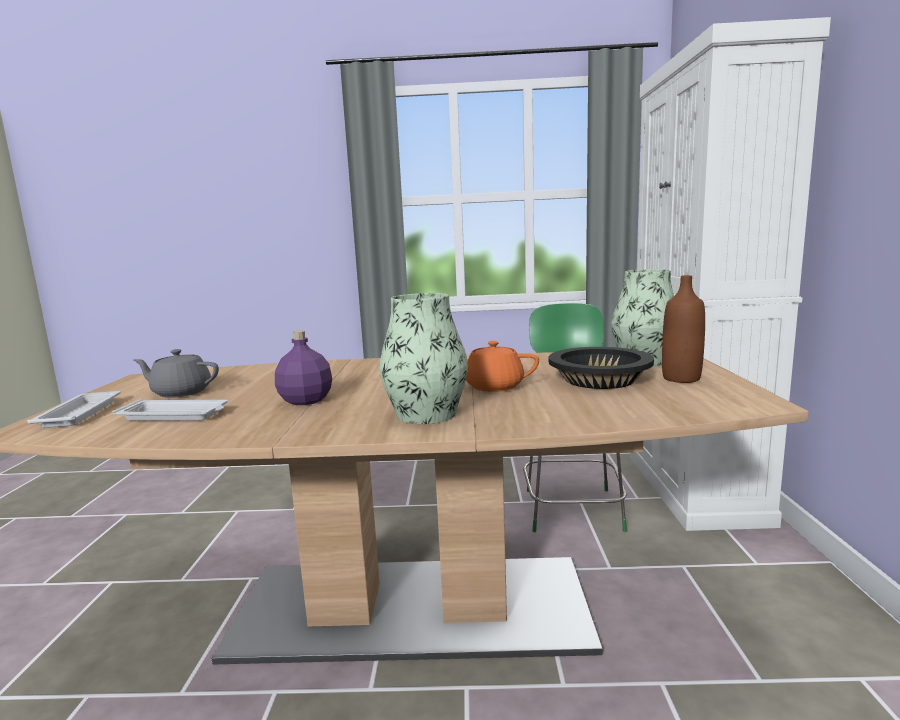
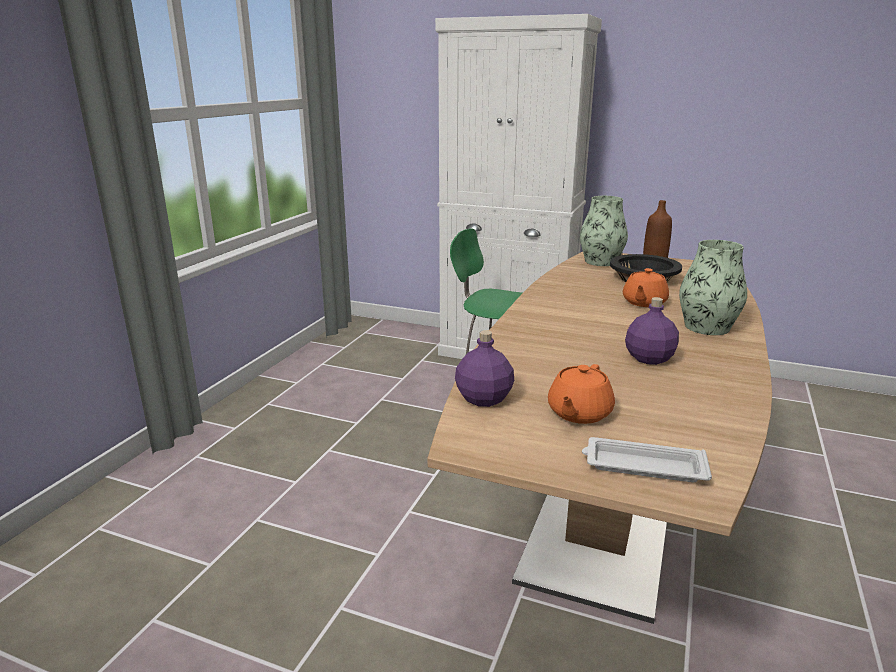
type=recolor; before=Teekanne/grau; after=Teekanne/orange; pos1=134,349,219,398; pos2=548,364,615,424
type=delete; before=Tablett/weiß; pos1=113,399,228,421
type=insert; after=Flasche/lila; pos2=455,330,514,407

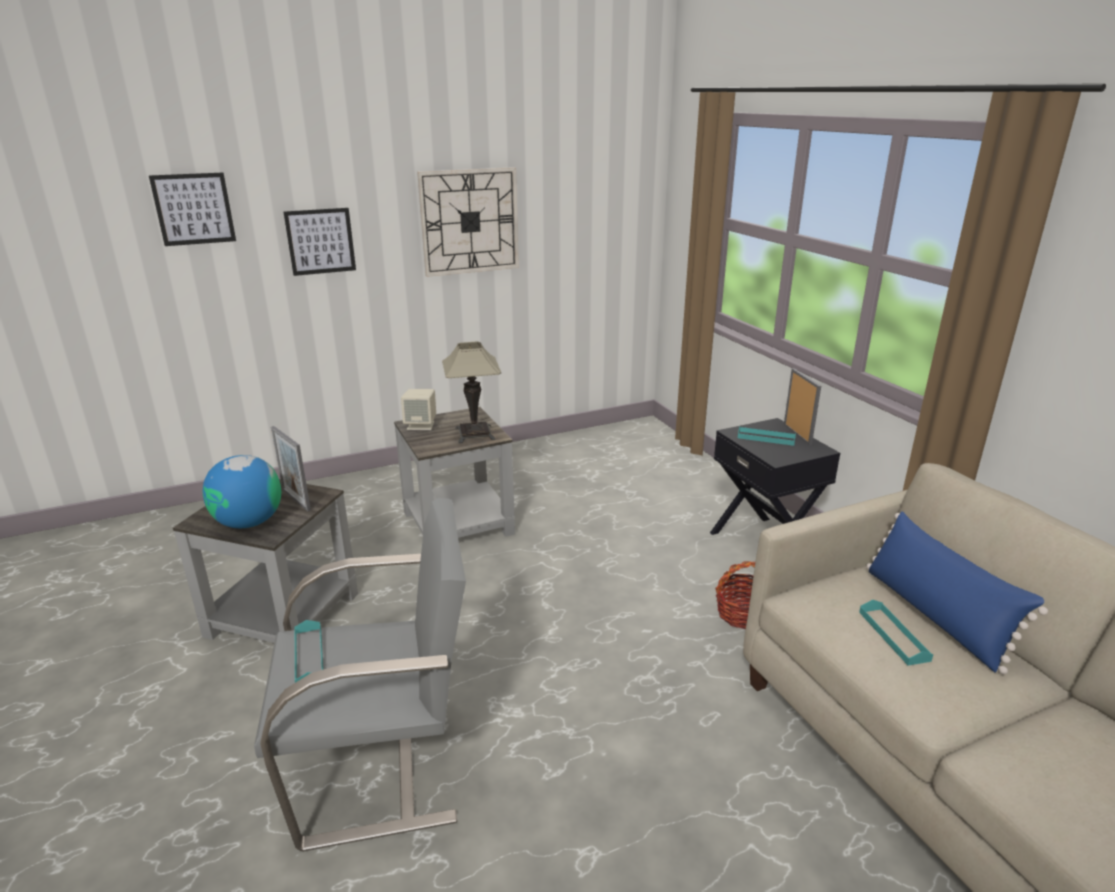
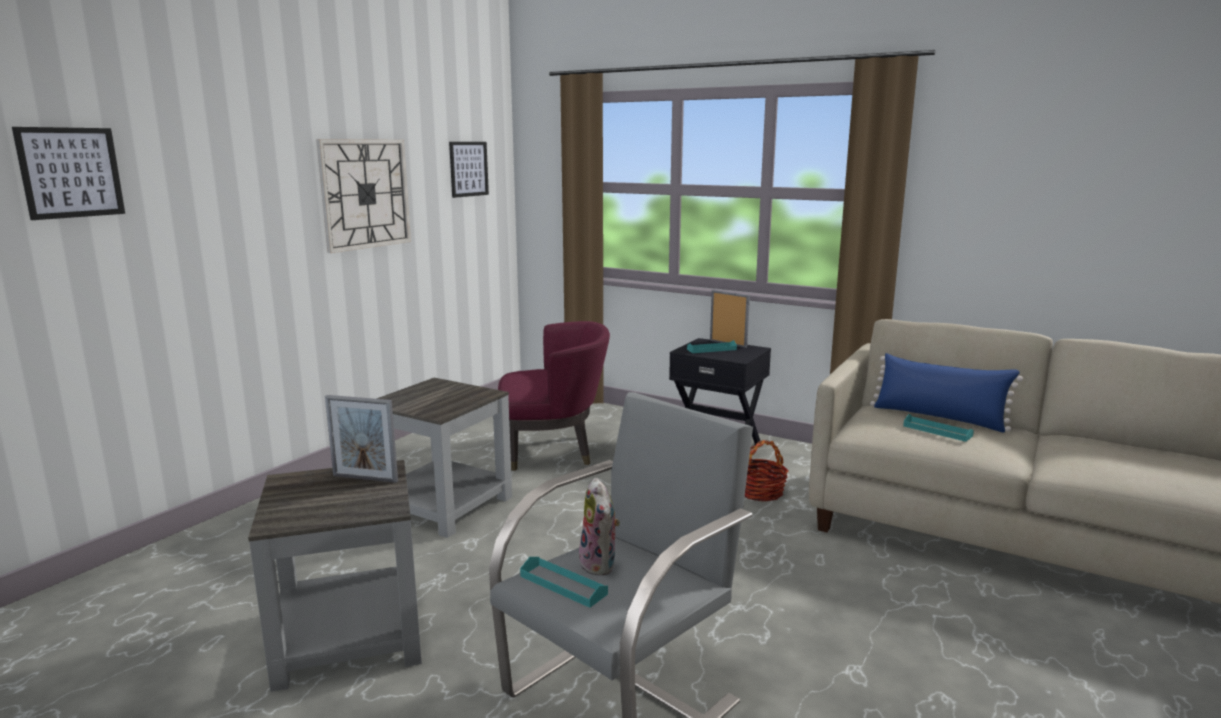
type=move; before=Bild; pos1=284,208,356,276; pos2=449,142,489,198
type=delete; before=Tischlampe; pos1=442,342,501,443
type=delete; before=Lautsprecher/beige; pos1=401,389,436,430
type=delete; before=Globus; pos1=203,455,281,528
type=insert; after=Sessel/lila; pos2=498,321,610,471
type=insert; after=Plüschtier; pos2=579,478,620,575

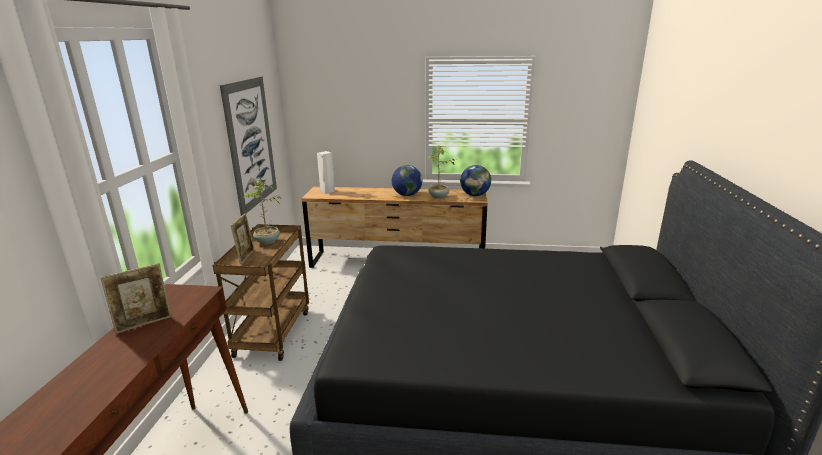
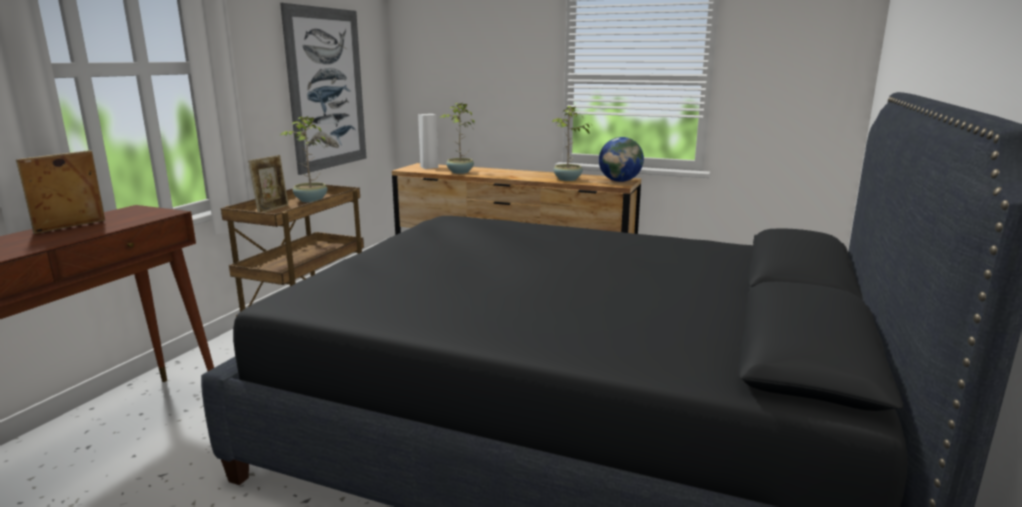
type=delete; before=Globus; pos1=392,165,422,196
type=rotate; before=Bilderrahmen; pos1=100,263,172,334; pos2=16,150,105,234; turn=150
type=insert; after=Topfpflanze; pos2=440,103,475,174

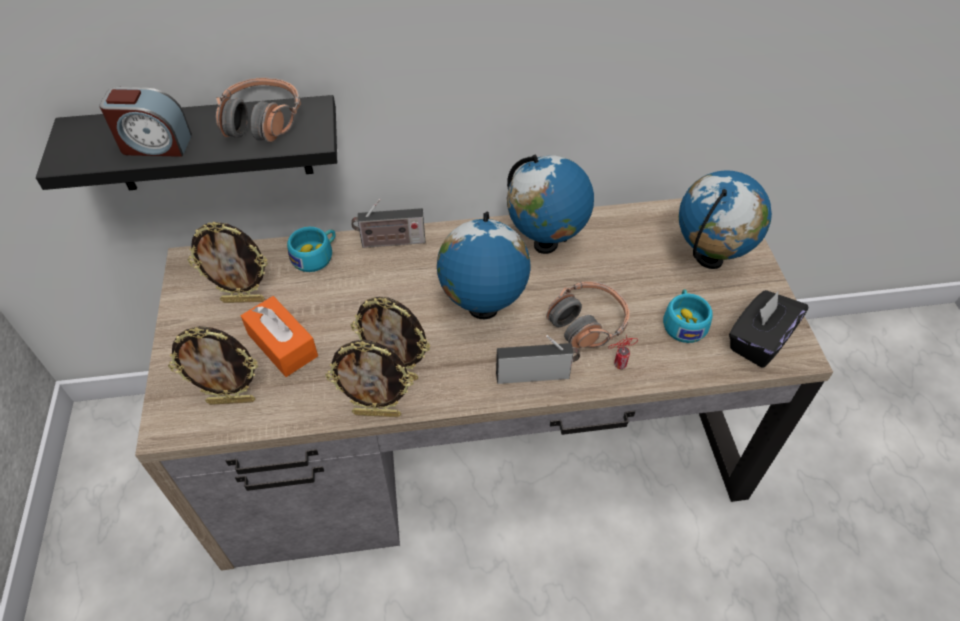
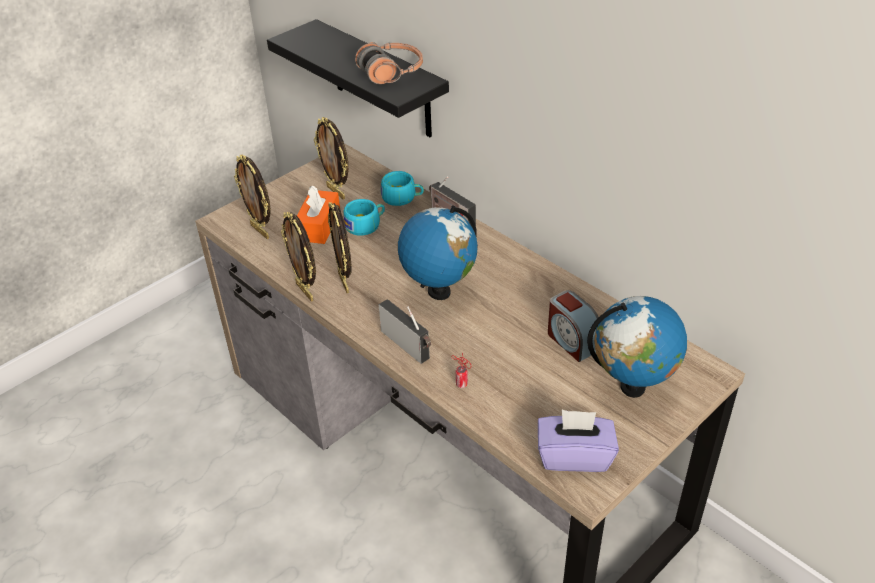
type=move; before=Wecker; pos1=99,87,192,157; pos2=548,290,599,362
type=delete; before=Globus; pos1=507,155,594,254
type=delete; before=Kopfhörer; pos1=546,281,630,348
type=move; before=Tasse/türkis; pos1=663,289,713,343; pos2=343,199,385,235
type=recolor; before=Taschentuchbox/schwarz; after=Taschentuchbox/lila; pos1=729,290,808,368; pos2=538,410,619,472

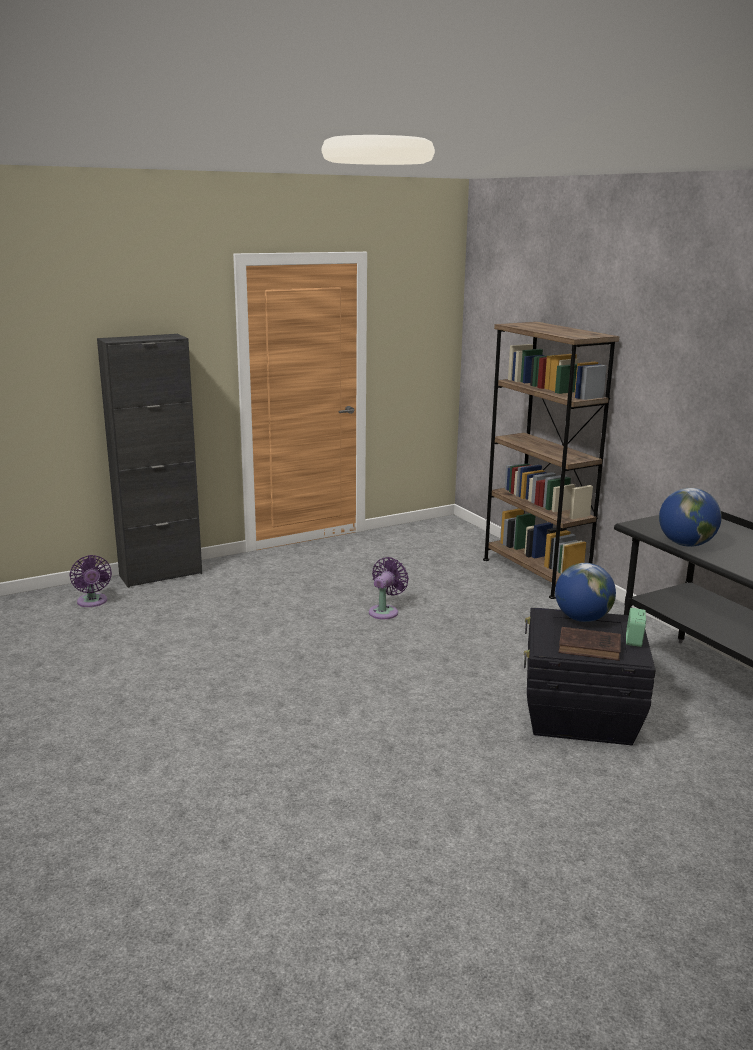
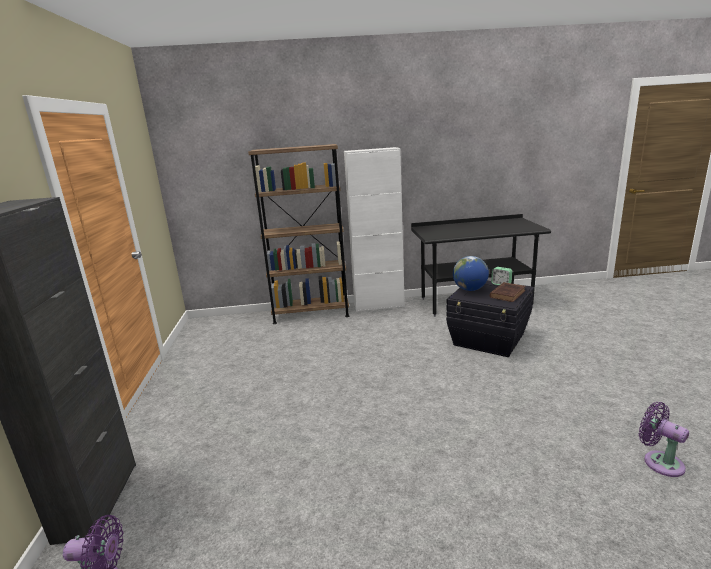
type=delete; before=Globus; pos1=659,488,722,547
type=move; before=Ventilator/lila; pos1=369,557,409,619; pos2=639,402,689,477
type=insert; after=Schrank/weiß; pos2=344,147,405,312

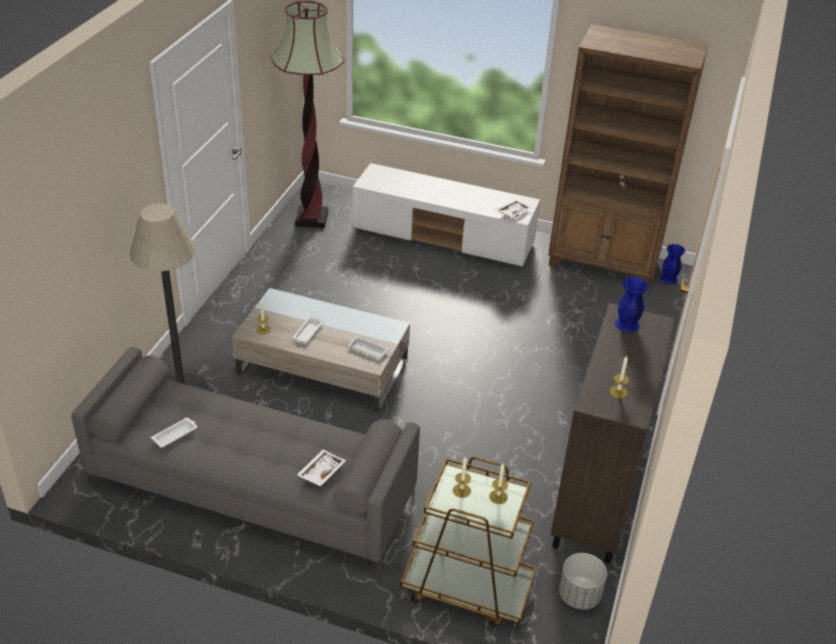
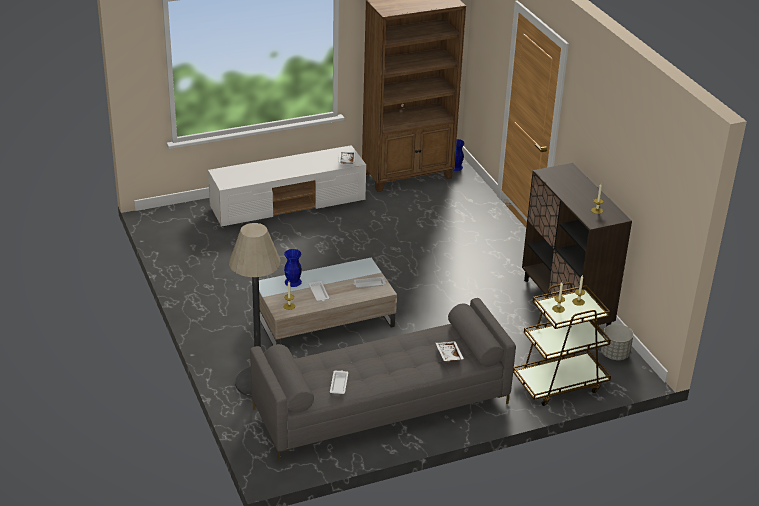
type=delete; before=Stehlampe; pos1=270,1,345,228
type=move; before=Vase/blau; pos1=615,277,649,333; pos2=284,249,302,287

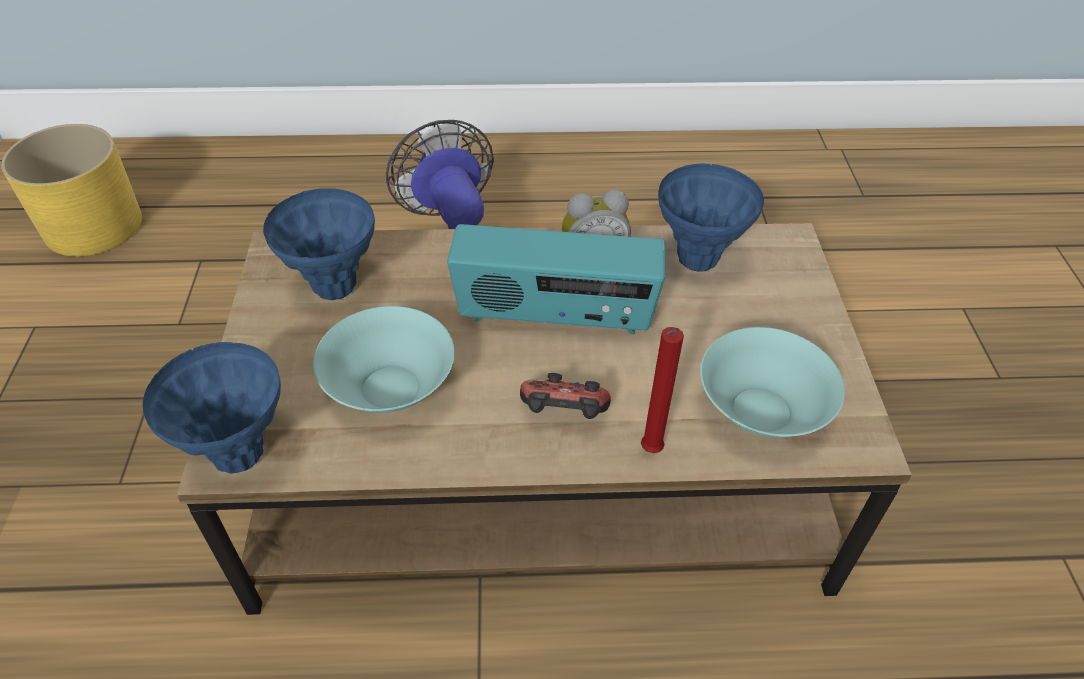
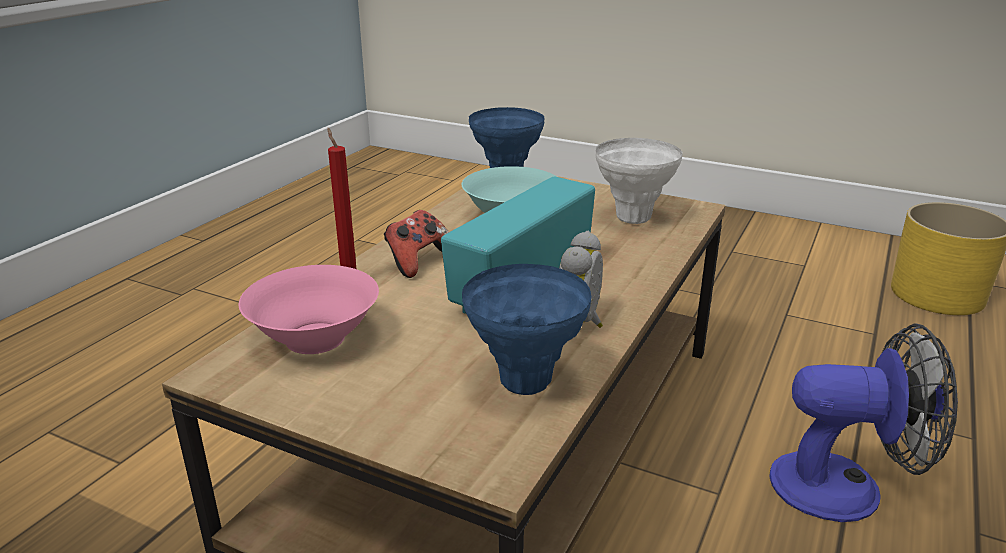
type=recolor; before=Vase/blau; after=Vase/weiß; pos1=263,188,375,300; pos2=595,138,682,224
type=recolor; before=Schüssel/türkis; after=Schüssel/rosa; pos1=700,327,845,438; pos2=239,265,379,354

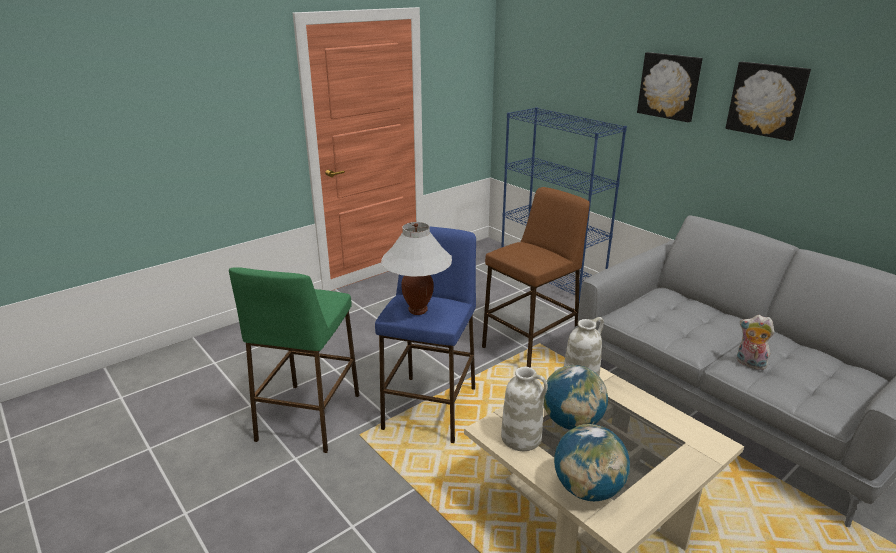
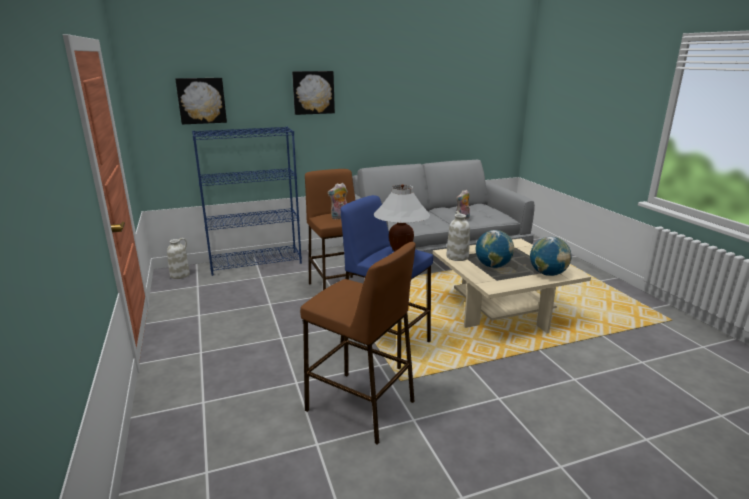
type=move; before=Bild; pos1=725,62,811,141; pos2=175,78,227,124
type=recolor; before=Hocker/grün; after=Hocker/braun; pos1=229,267,359,453; pos2=300,242,416,445
type=move; before=Vase/weiß; pos1=501,367,548,451; pos2=167,238,190,279
type=insert; after=Plüschtier; pos2=327,183,348,220

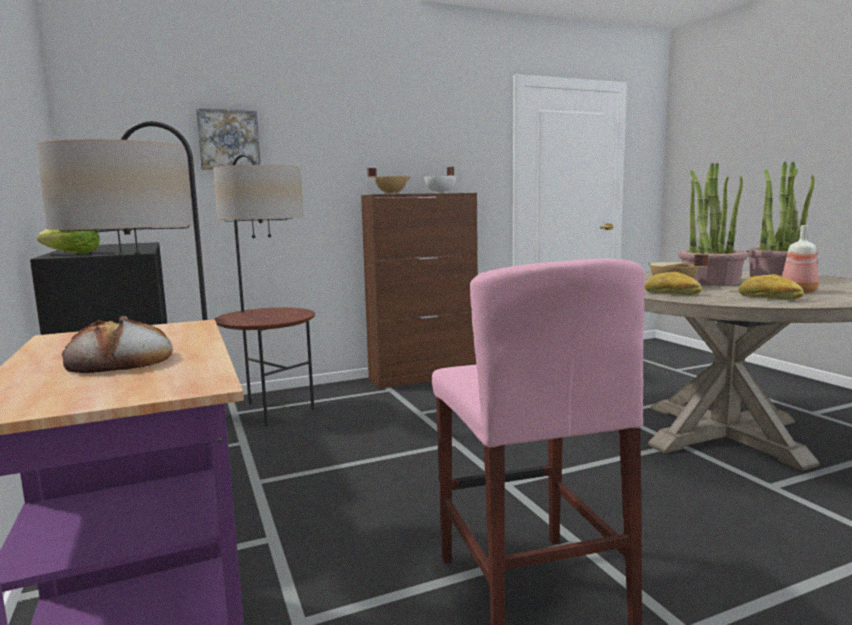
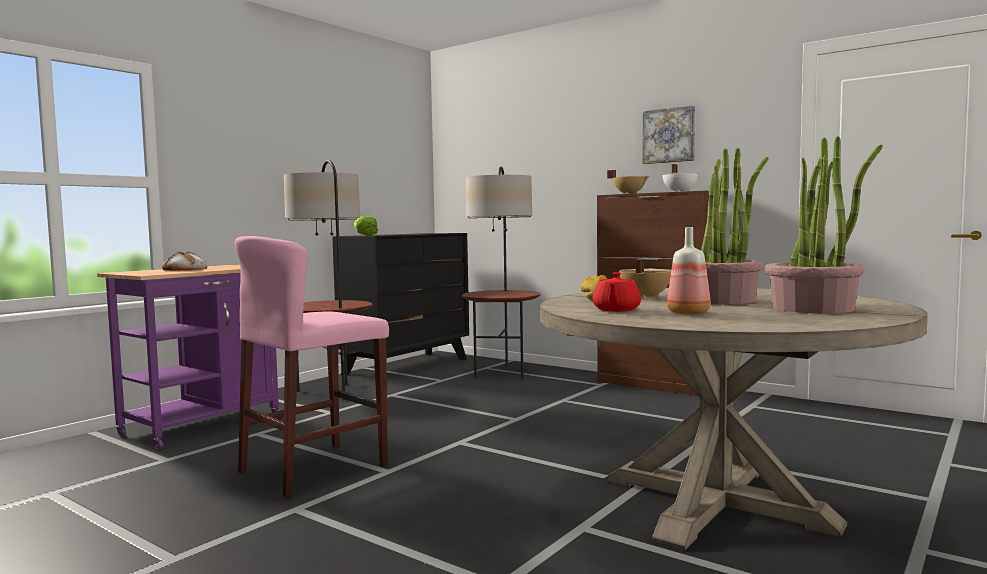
type=move; before=Bild; pos1=196,108,261,170; pos2=643,105,695,164
type=replace; before=Brot; after=Teekanne/rot; pos1=738,274,804,300; pos2=592,272,641,312

